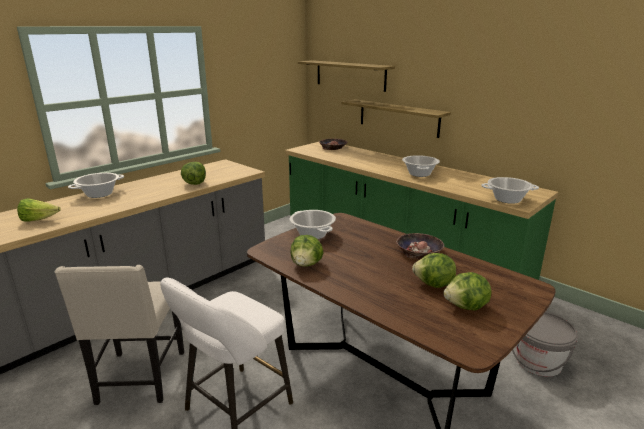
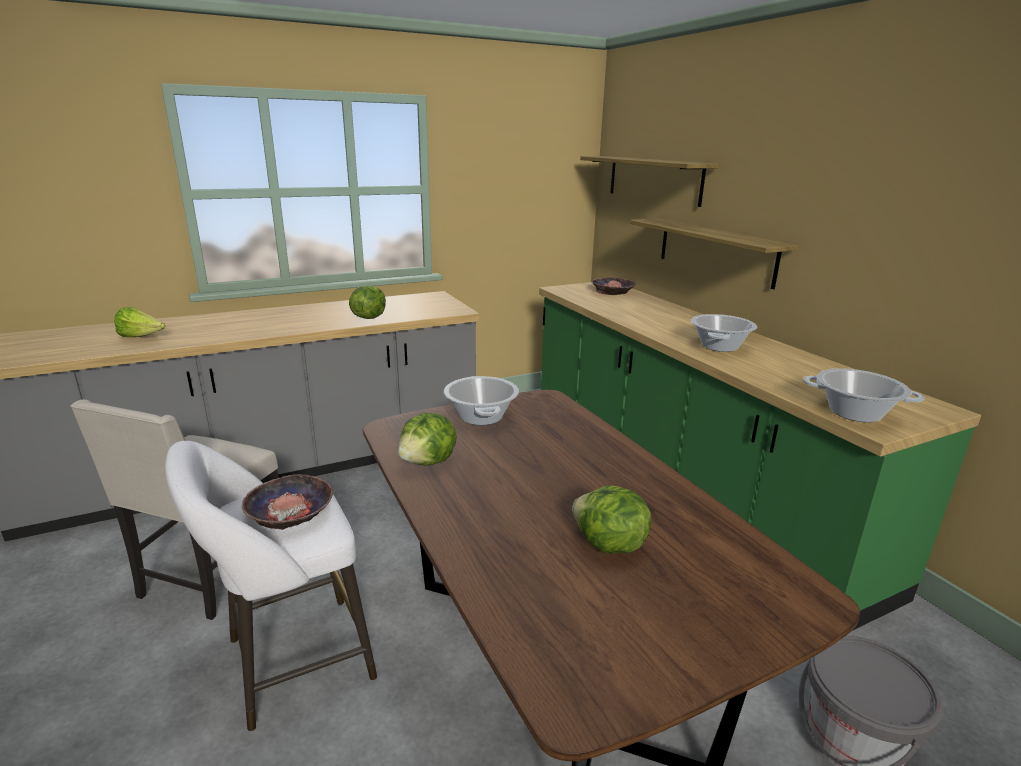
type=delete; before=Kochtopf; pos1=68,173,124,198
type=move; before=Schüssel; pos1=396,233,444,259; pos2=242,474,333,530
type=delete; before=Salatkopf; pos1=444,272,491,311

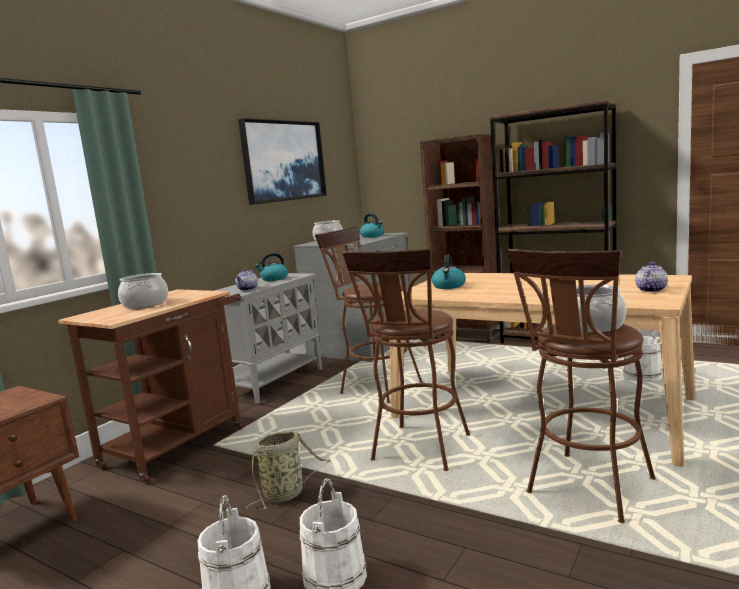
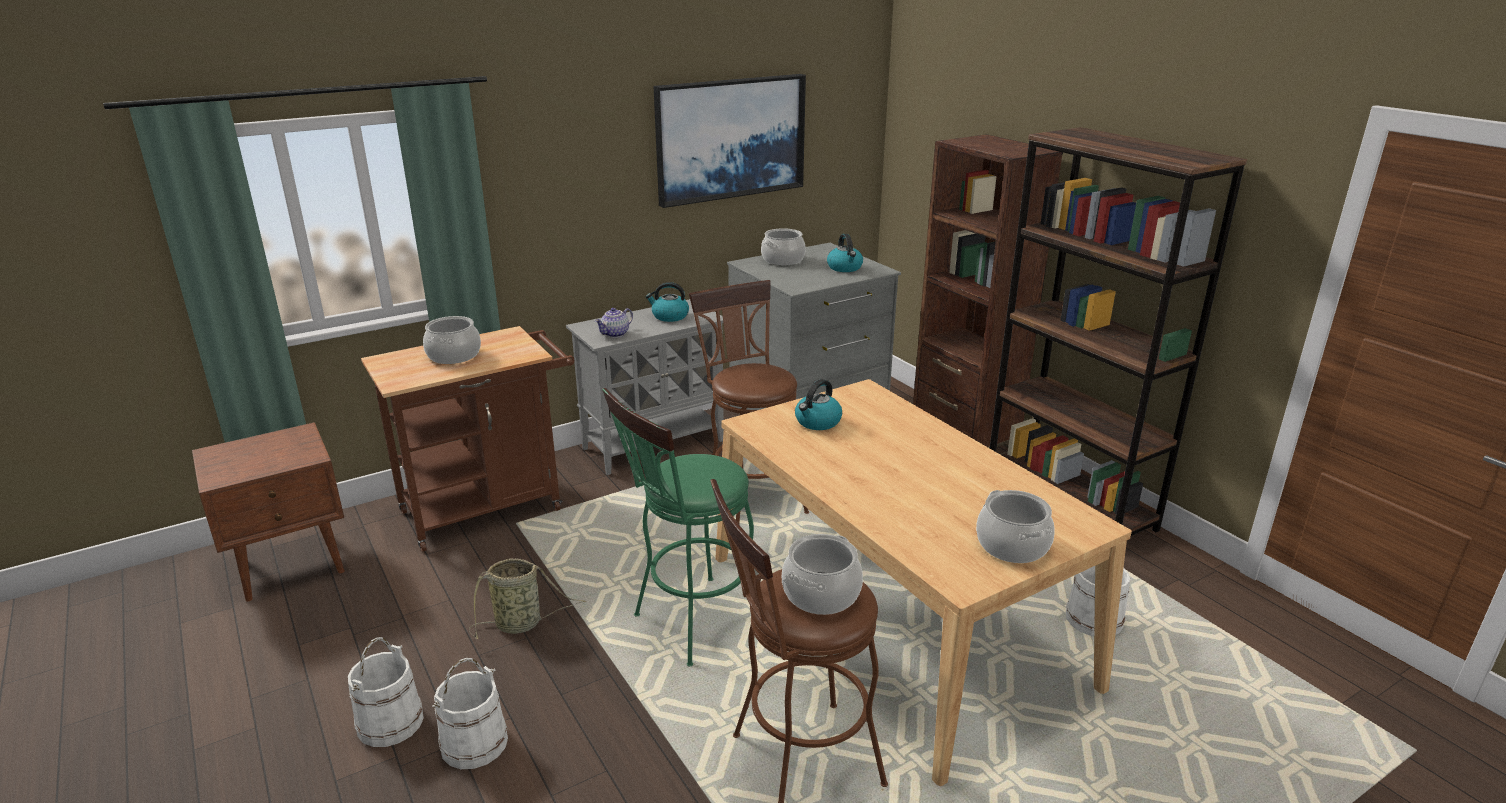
type=recolor; before=Hocker/braun; after=Hocker/grün; pos1=342,249,470,471; pos2=602,388,754,666
type=replace; before=Teekanne; after=Kochtopf; pos1=635,262,668,292; pos2=976,490,1055,563

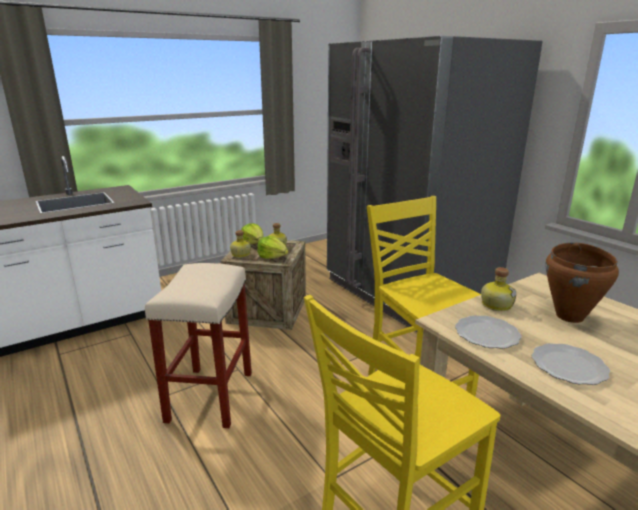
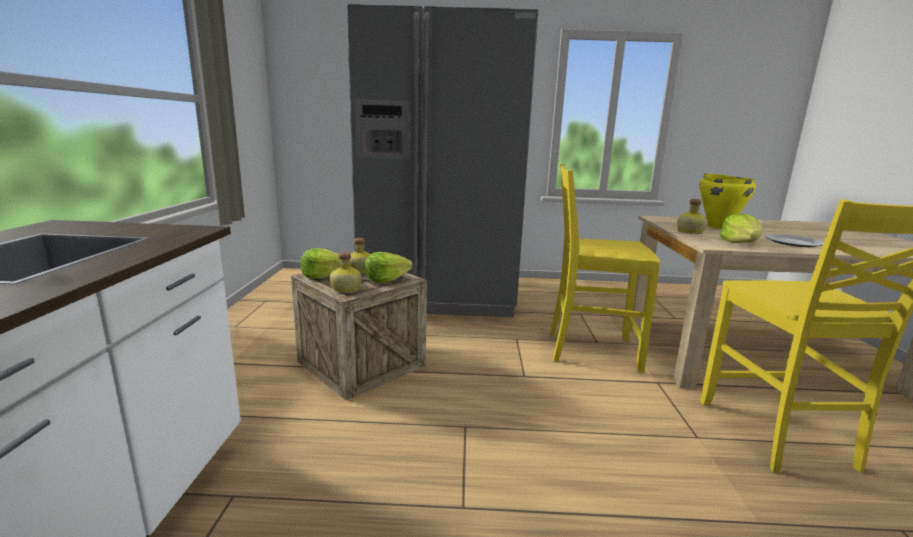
type=recolor; before=Kochtopf/braun; after=Kochtopf/gelb; pos1=545,242,619,323; pos2=700,173,756,229
type=delete; before=Hocker/beige; pos1=145,263,252,428
type=replace; before=Teller; after=Salatkopf; pos1=455,315,522,349; pos2=720,213,763,243

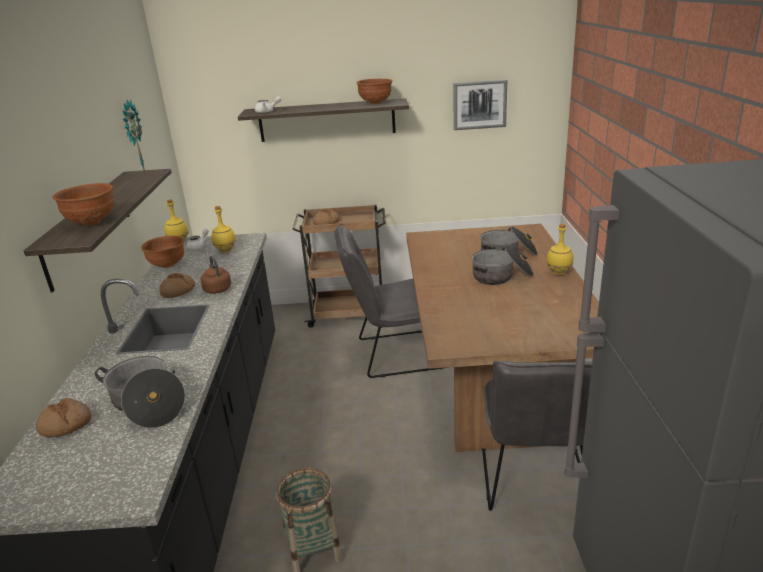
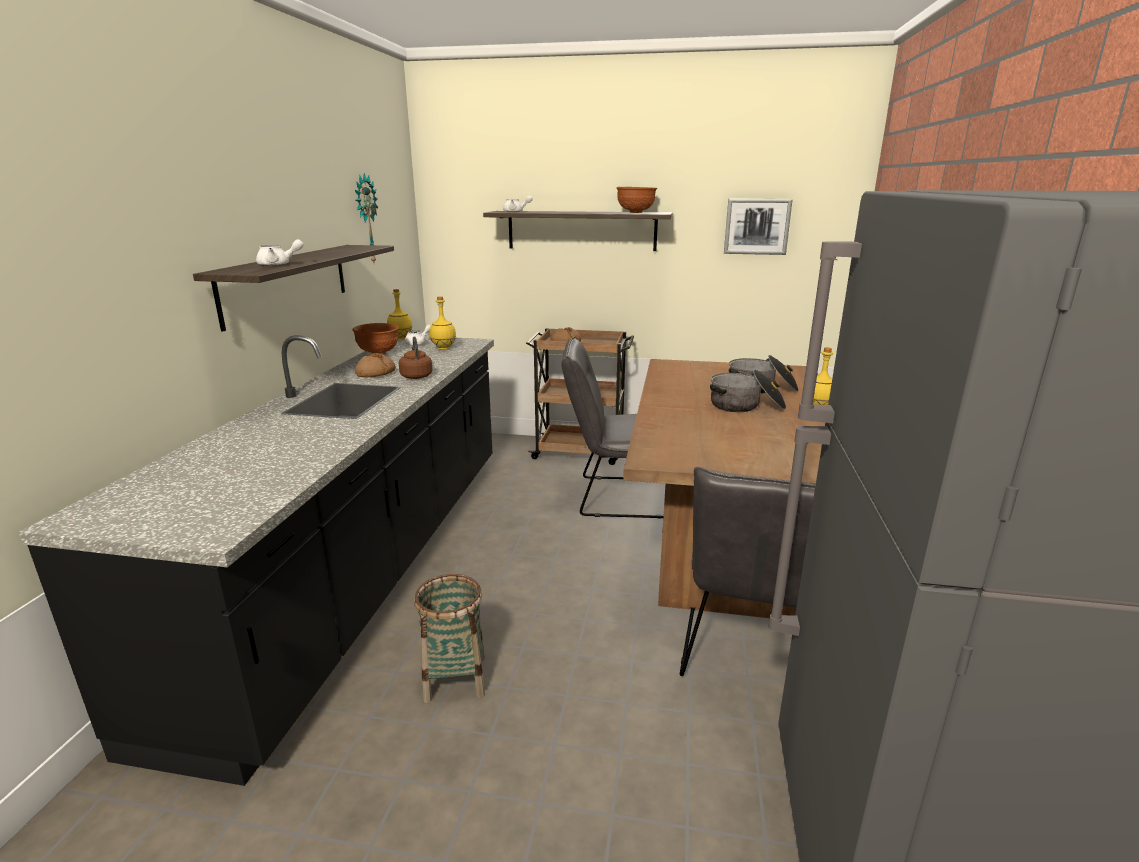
type=replace; before=Schüssel/braun; after=Teekanne/weiß; pos1=53,183,115,226; pos2=256,239,304,266
type=delete; before=Kochtopf; pos1=95,356,185,428
type=delete; before=Brot; pos1=36,398,92,437

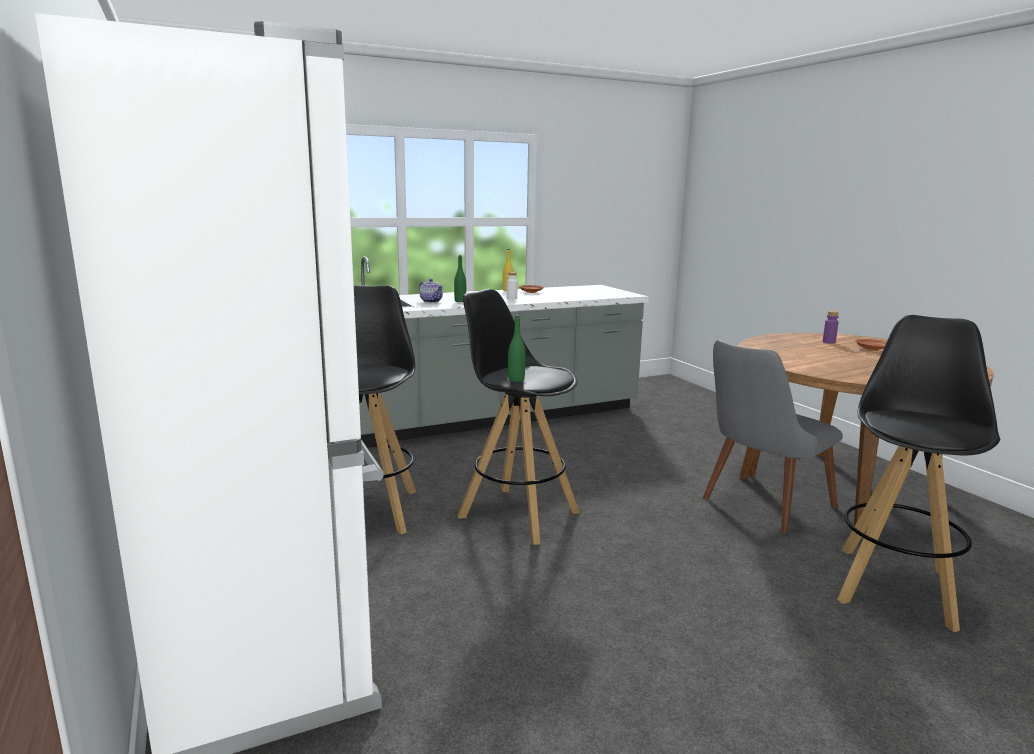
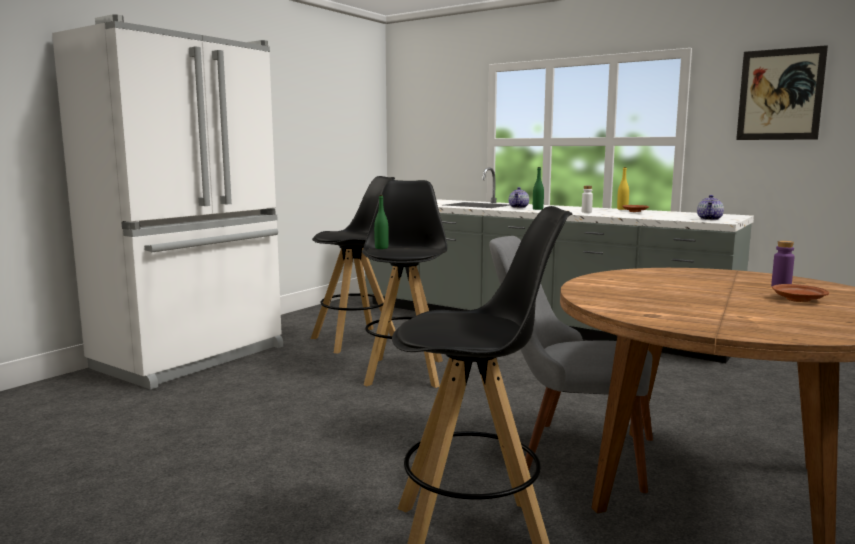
type=insert; after=Bild; pos2=736,45,828,140
type=insert; after=Teekanne; pos2=697,195,724,220

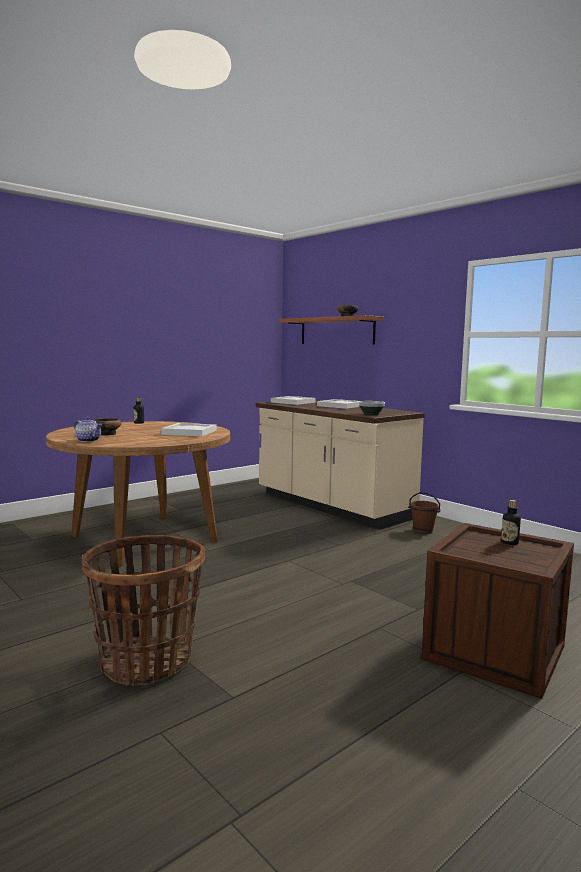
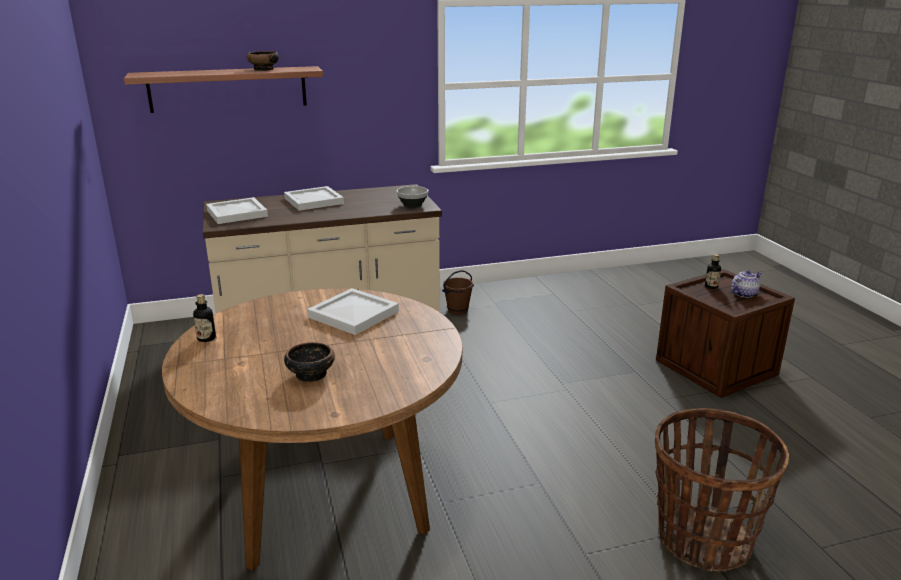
type=move; before=Teekanne; pos1=74,417,102,442; pos2=731,270,762,298

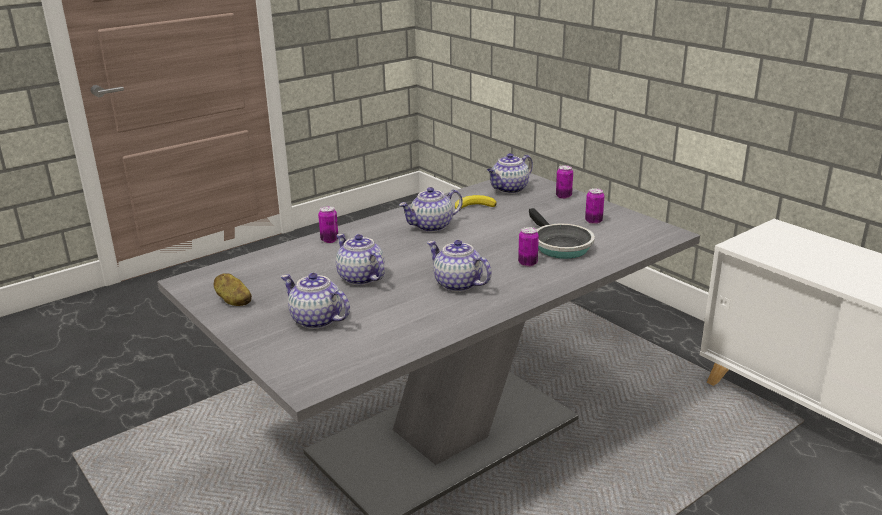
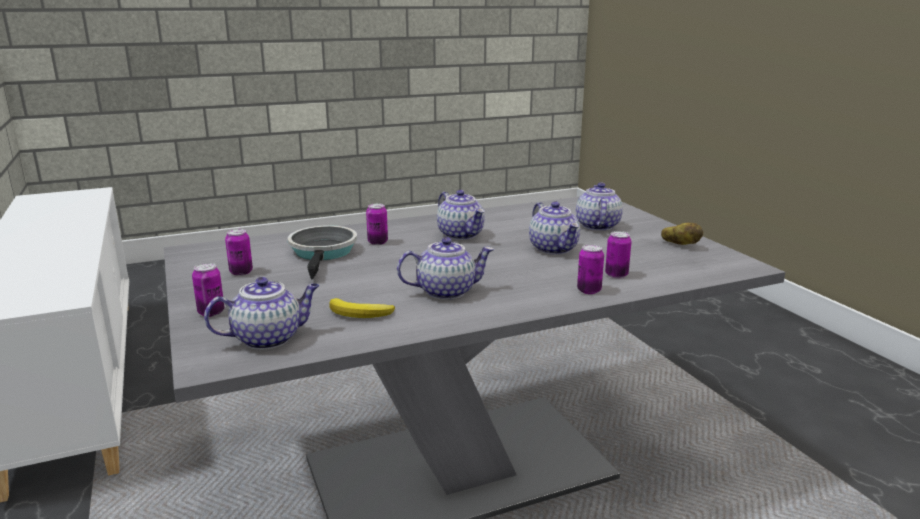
type=rotate; before=Teekanne; pos1=281,273,350,329; pos2=576,182,623,231; turn=-135
type=insert; after=Dose; pos2=605,231,632,279

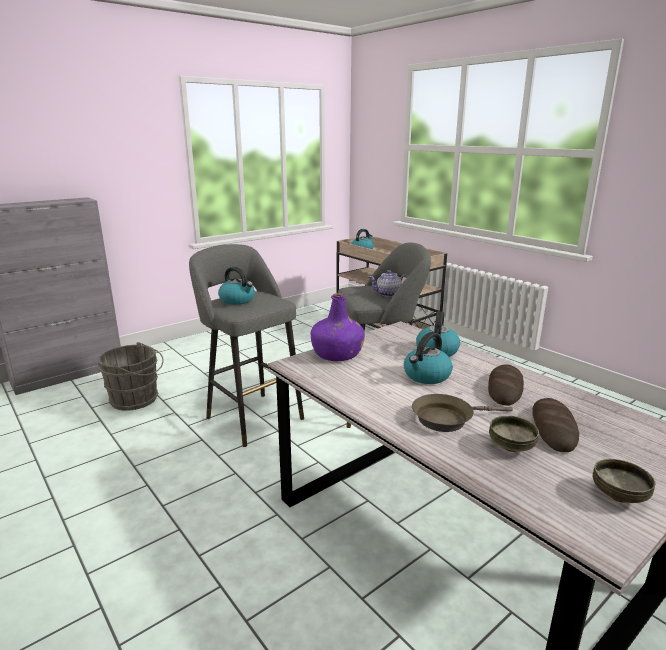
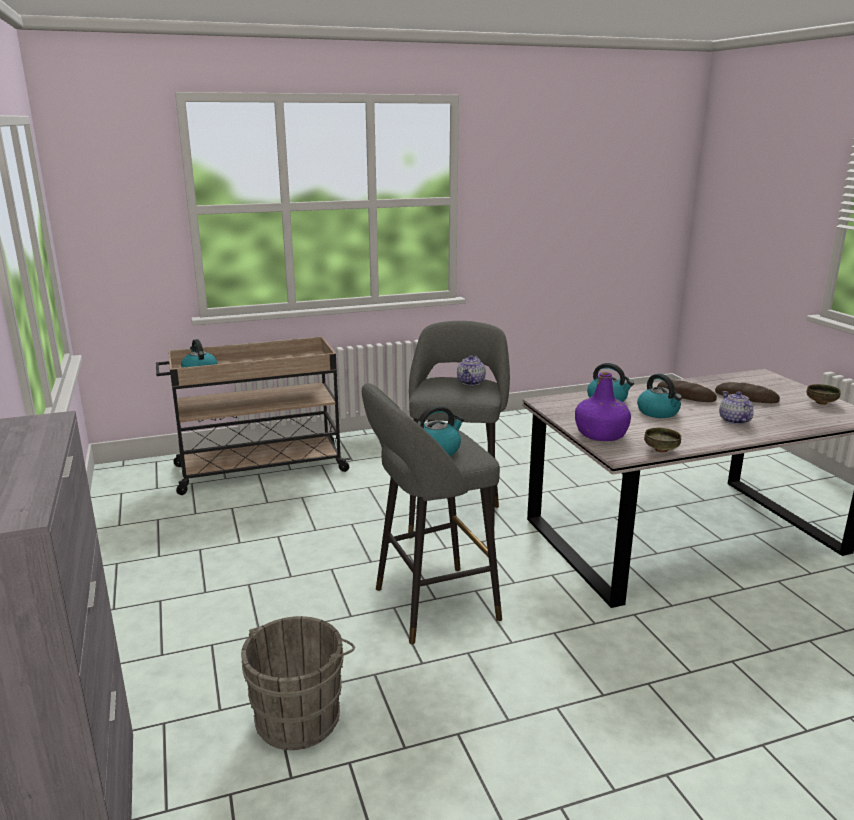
type=replace; before=Pfanne/braun; after=Teekanne; pos1=412,394,513,432; pos2=719,391,753,424
type=move; before=Schüssel; pos1=489,416,539,452; pos2=644,427,681,453

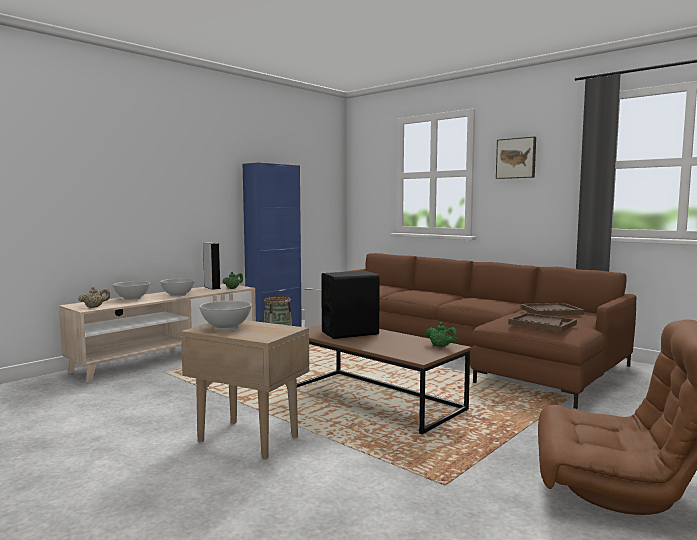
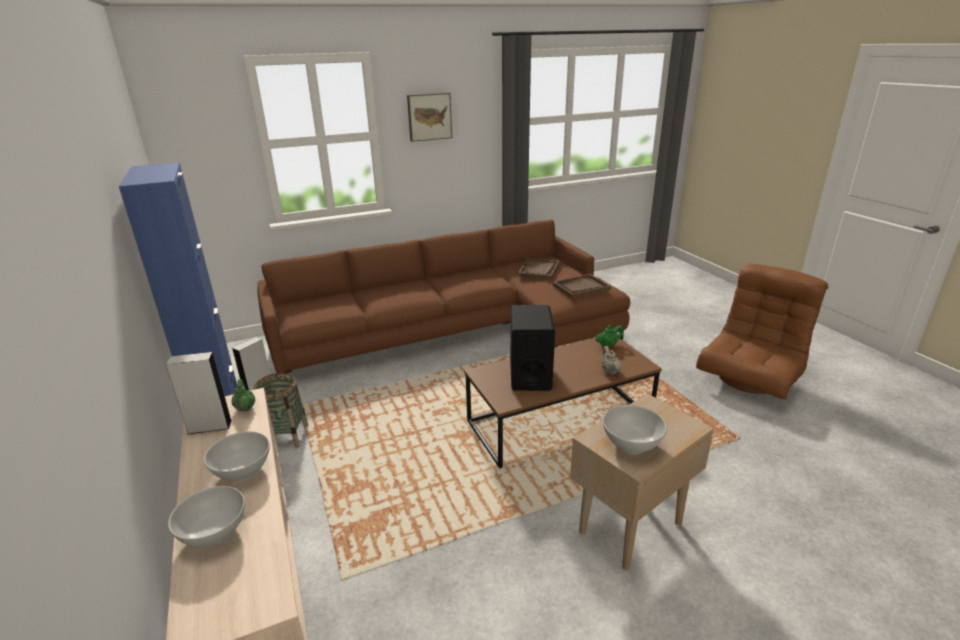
type=move; before=Teekanne/beige; pos1=78,287,110,308; pos2=601,346,622,375

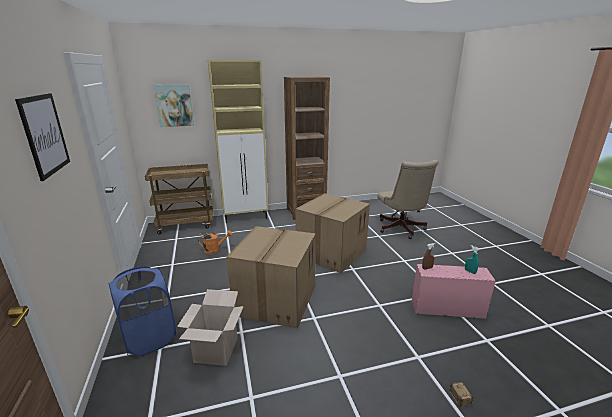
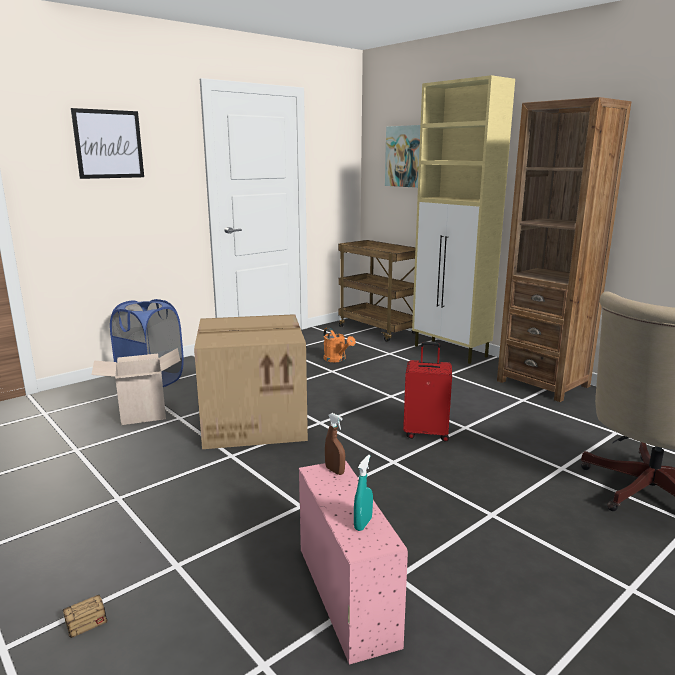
type=replace; before=Karton; after=Koffer/rot; pos1=295,193,370,273; pos2=403,342,452,442

